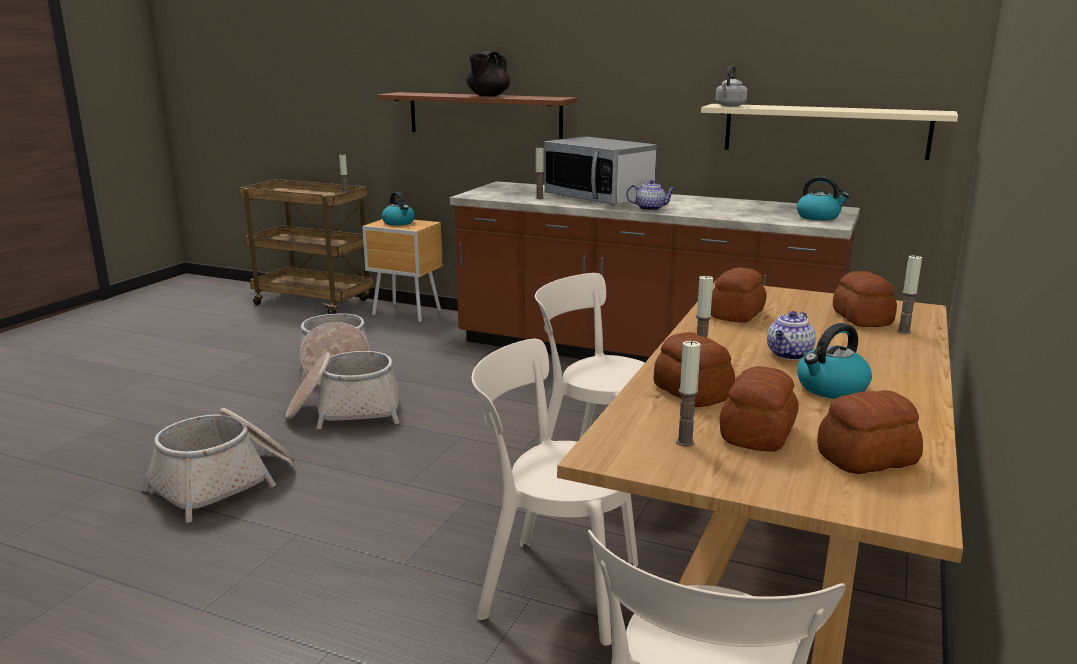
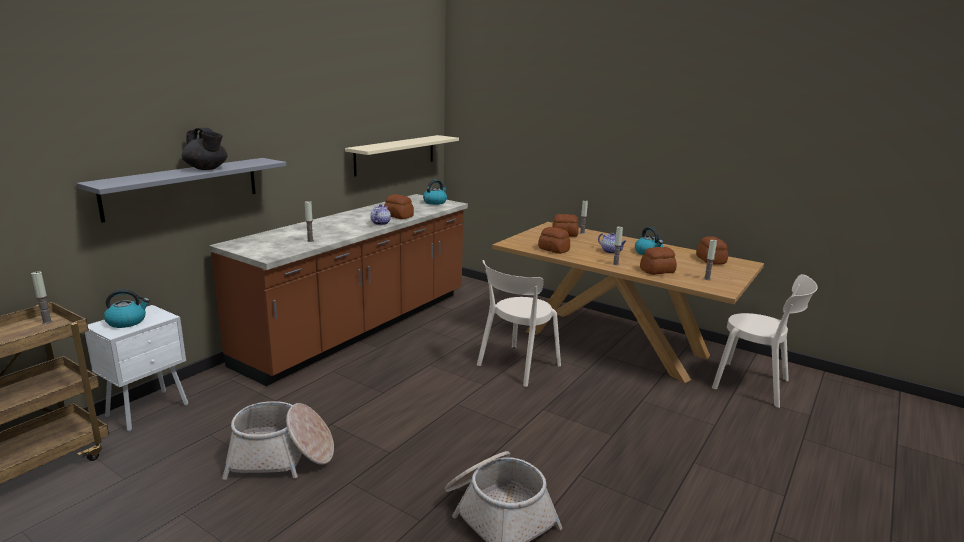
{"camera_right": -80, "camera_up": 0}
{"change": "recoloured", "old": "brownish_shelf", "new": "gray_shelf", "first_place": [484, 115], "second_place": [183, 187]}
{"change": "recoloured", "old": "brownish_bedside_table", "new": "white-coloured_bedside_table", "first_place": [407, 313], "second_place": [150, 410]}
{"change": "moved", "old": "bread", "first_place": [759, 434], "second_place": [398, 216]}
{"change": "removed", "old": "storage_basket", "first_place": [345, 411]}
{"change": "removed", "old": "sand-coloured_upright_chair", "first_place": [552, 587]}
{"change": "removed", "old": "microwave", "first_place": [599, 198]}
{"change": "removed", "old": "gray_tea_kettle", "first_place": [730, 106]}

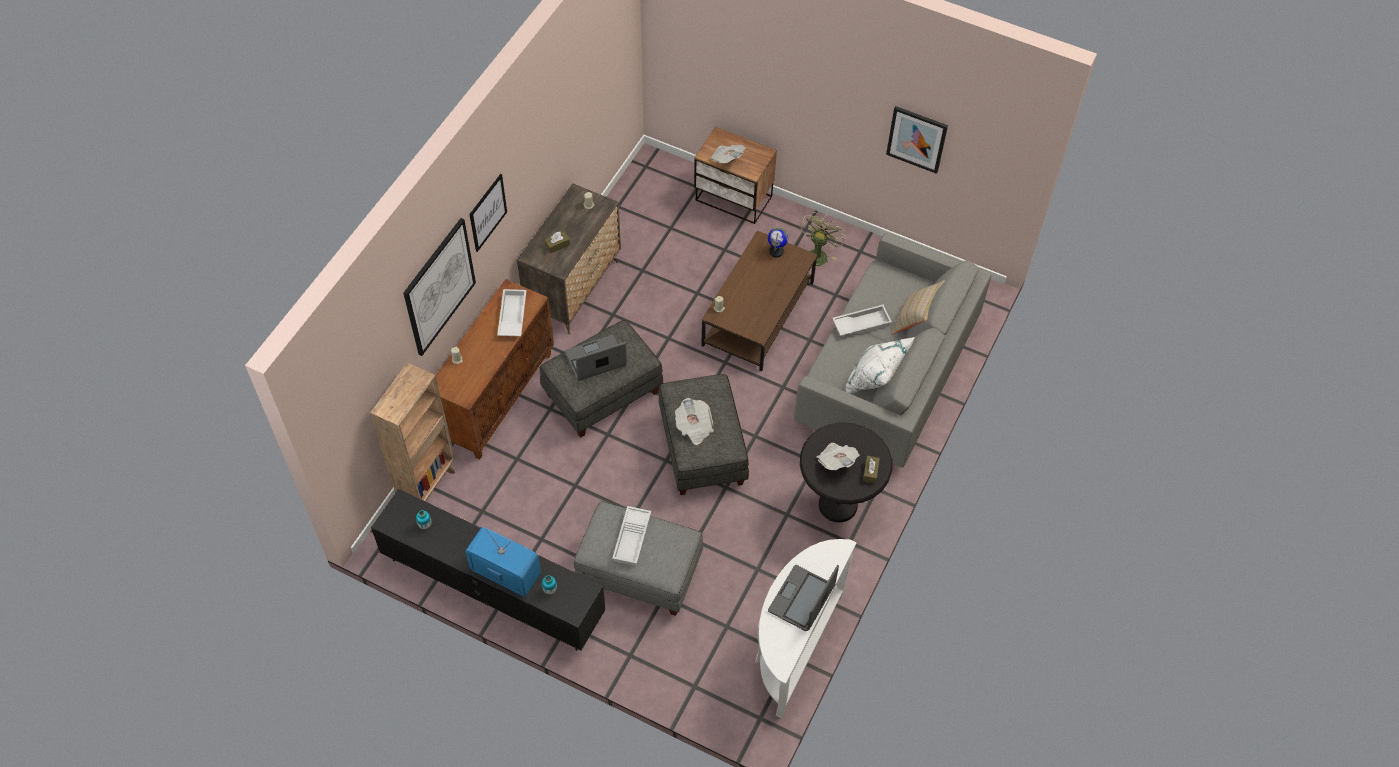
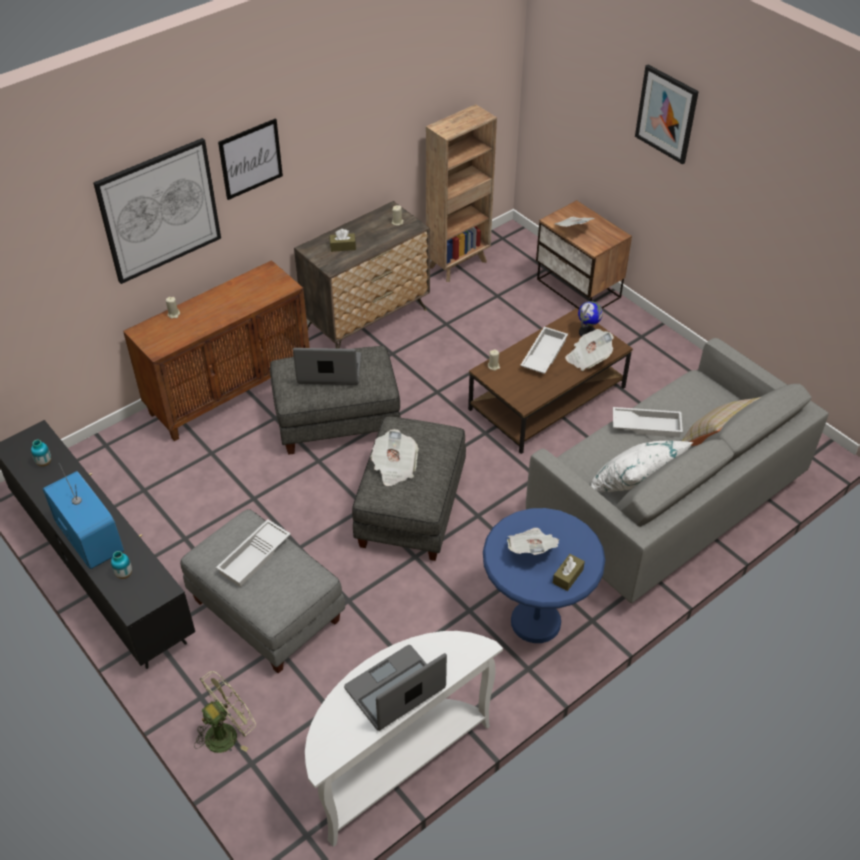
{"camera_right": 25, "camera_up": -10}
{"change": "moved", "old": "greenish_cooling_fan", "first_place": [817, 254], "second_place": [226, 732]}
{"change": "moved", "old": "brownish_bookshelf", "first_place": [428, 484], "second_place": [458, 264]}
{"change": "recoloured", "old": "black-coloured_accent_table", "new": "blue_accent_table", "first_place": [838, 505], "second_place": [535, 622]}
{"change": "moved", "old": "white-coloured_serving_tray", "first_place": [511, 316], "second_place": [543, 354]}
{"change": "added", "new": "newspaper", "second_place": [588, 358]}
{"change": "moved", "old": "picture", "first_place": [917, 139], "second_place": [666, 114]}

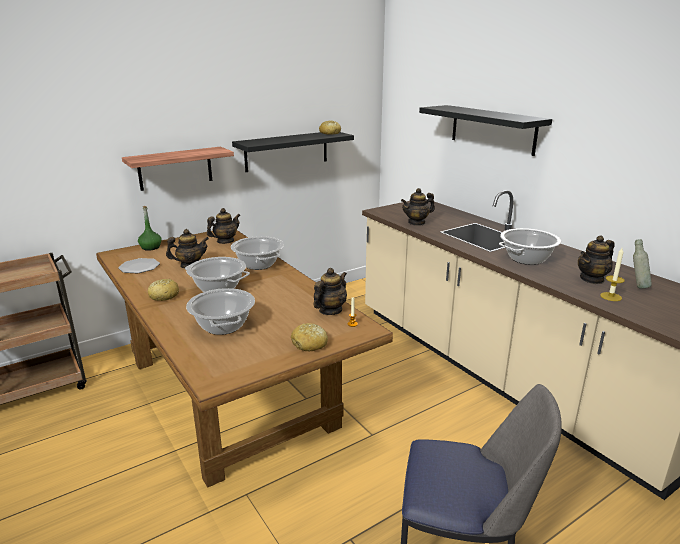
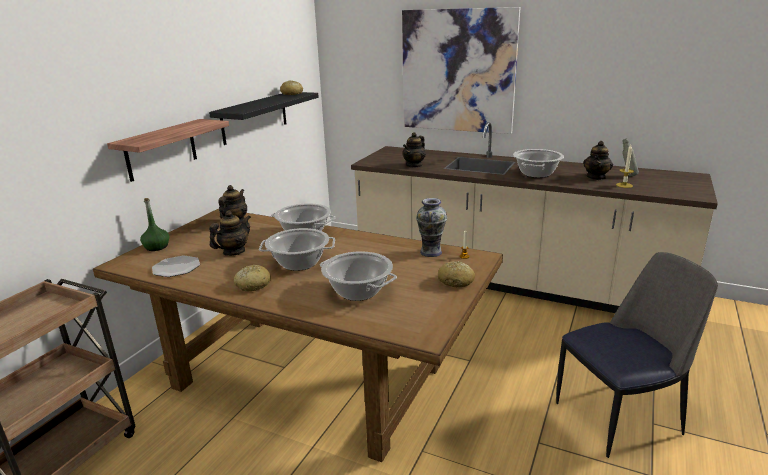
{"camera_right": -30, "camera_up": 0}
{"change": "replaced", "old": "black-coloured_shelf", "new": "picture", "first_place": [492, 129], "second_place": [458, 71]}
{"change": "replaced", "old": "tea_pot", "new": "decorative_vase", "first_place": [330, 310], "second_place": [430, 252]}

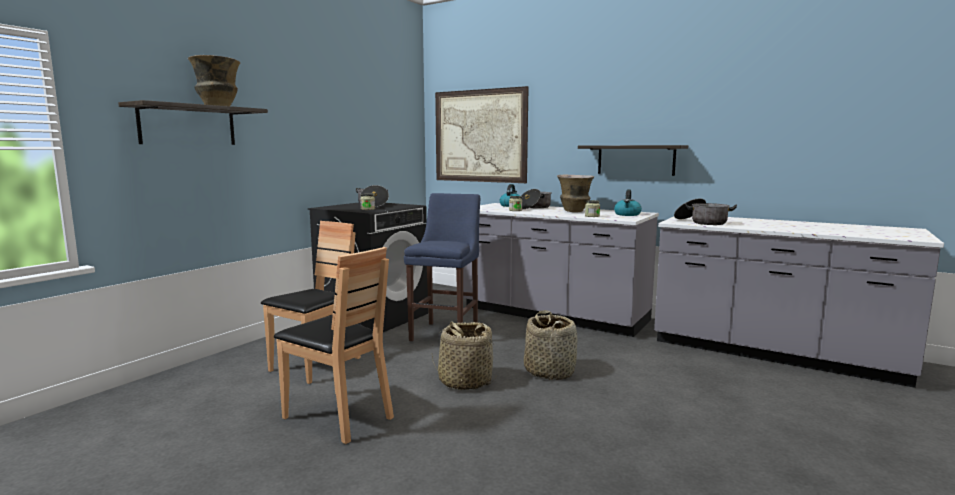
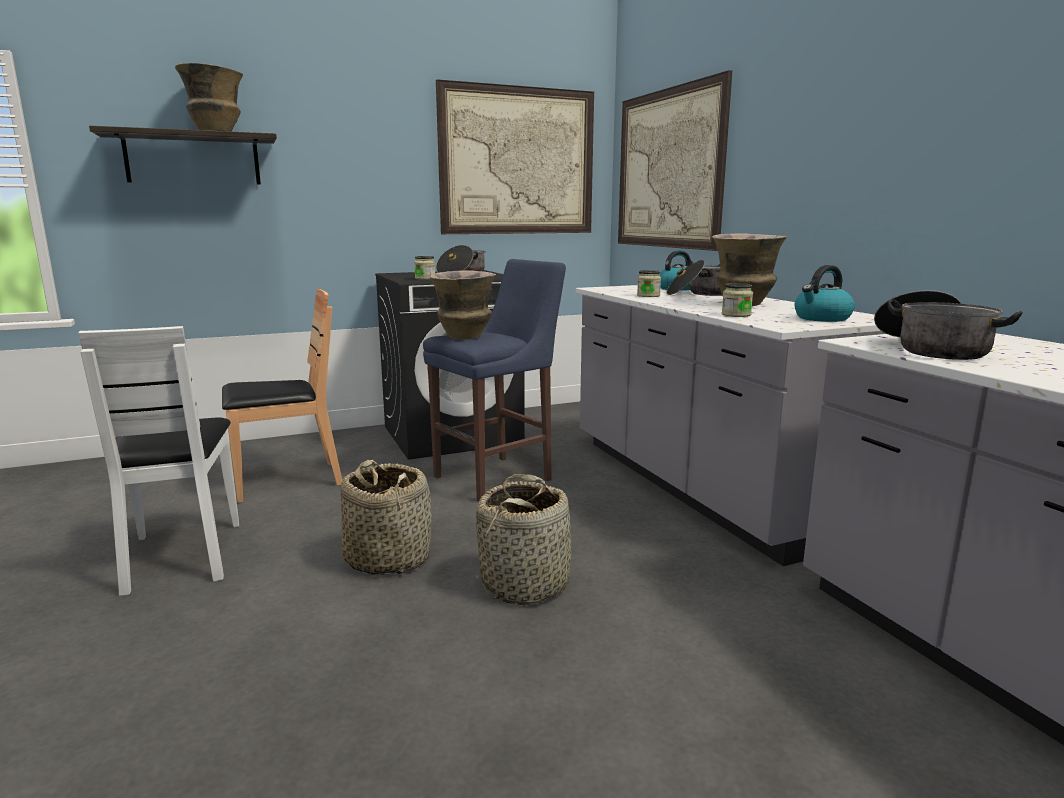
{"camera_right": 35, "camera_up": 5}
{"change": "recoloured", "old": "brownish_upright_chair", "new": "white-coloured_upright_chair", "first_place": [338, 416], "second_place": [182, 556]}
{"change": "added", "new": "decorative_vase", "second_place": [464, 337]}
{"change": "added", "new": "picture", "second_place": [518, 161]}
{"change": "removed", "old": "shelf", "first_place": [635, 160]}

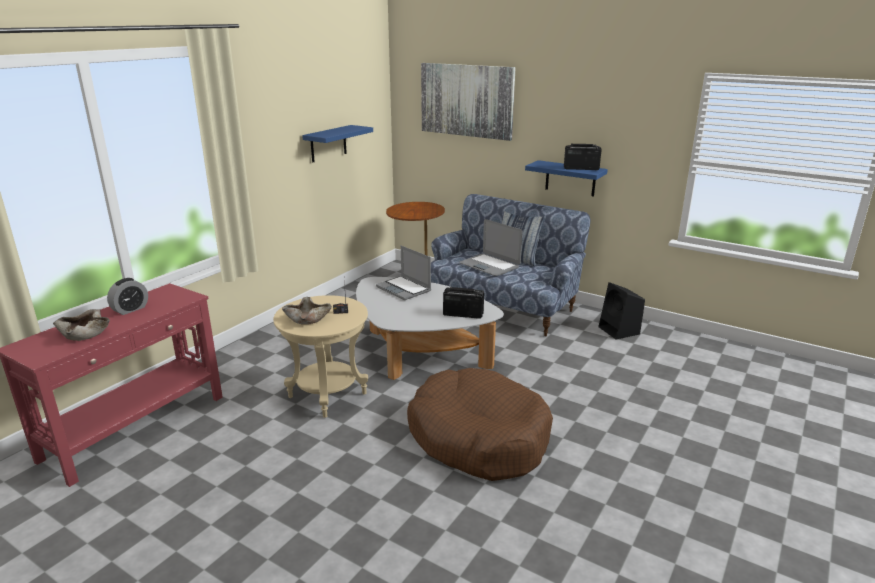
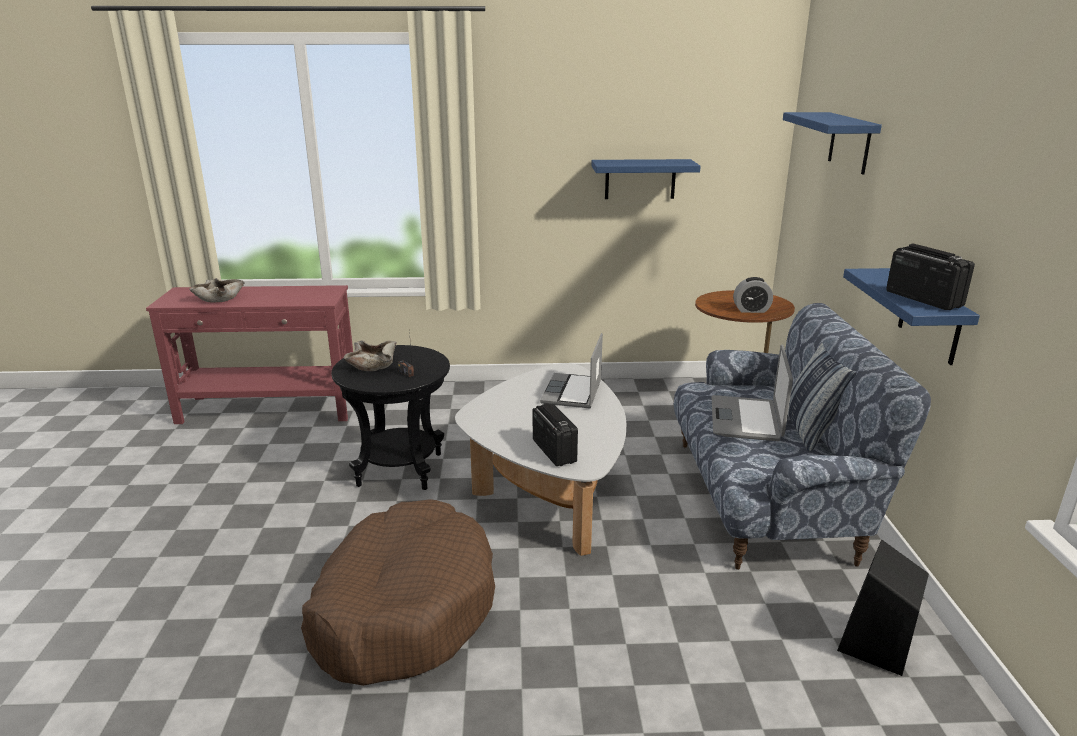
{"camera_right": 55, "camera_up": 0}
{"change": "recoloured", "old": "sand-coloured_accent_table", "new": "black-coloured_accent_table", "first_place": [327, 395], "second_place": [400, 470]}
{"change": "moved", "old": "bedside_clock", "first_place": [130, 309], "second_place": [751, 310]}
{"change": "replaced", "old": "picture", "new": "blue_shelf", "first_place": [466, 100], "second_place": [849, 142]}

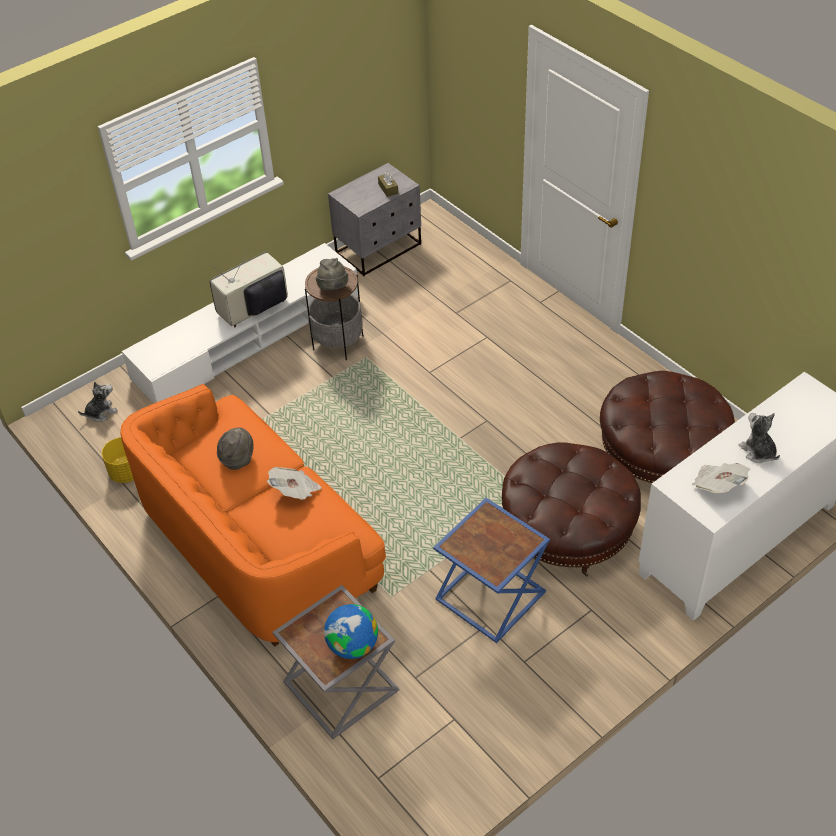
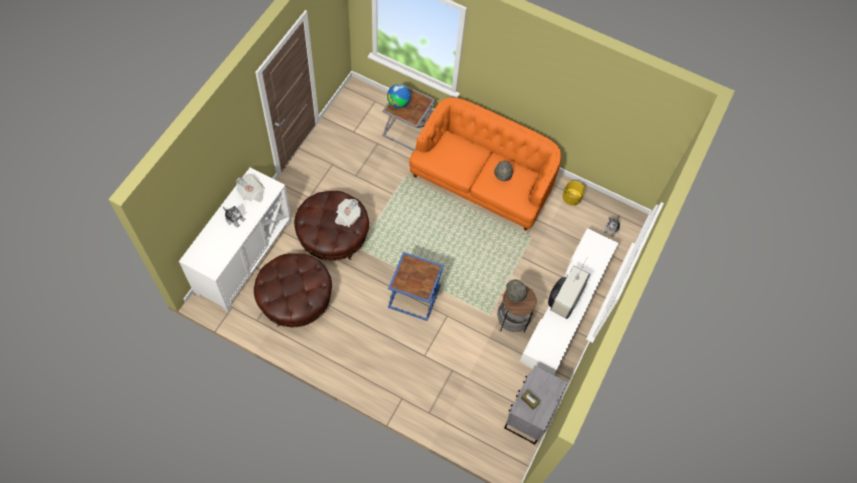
{"camera_right": 150, "camera_up": 15}
{"change": "moved", "old": "newspaper", "first_place": [295, 491], "second_place": [347, 216]}
{"change": "moved", "old": "blue_accent_table", "first_place": [492, 595], "second_place": [413, 296]}

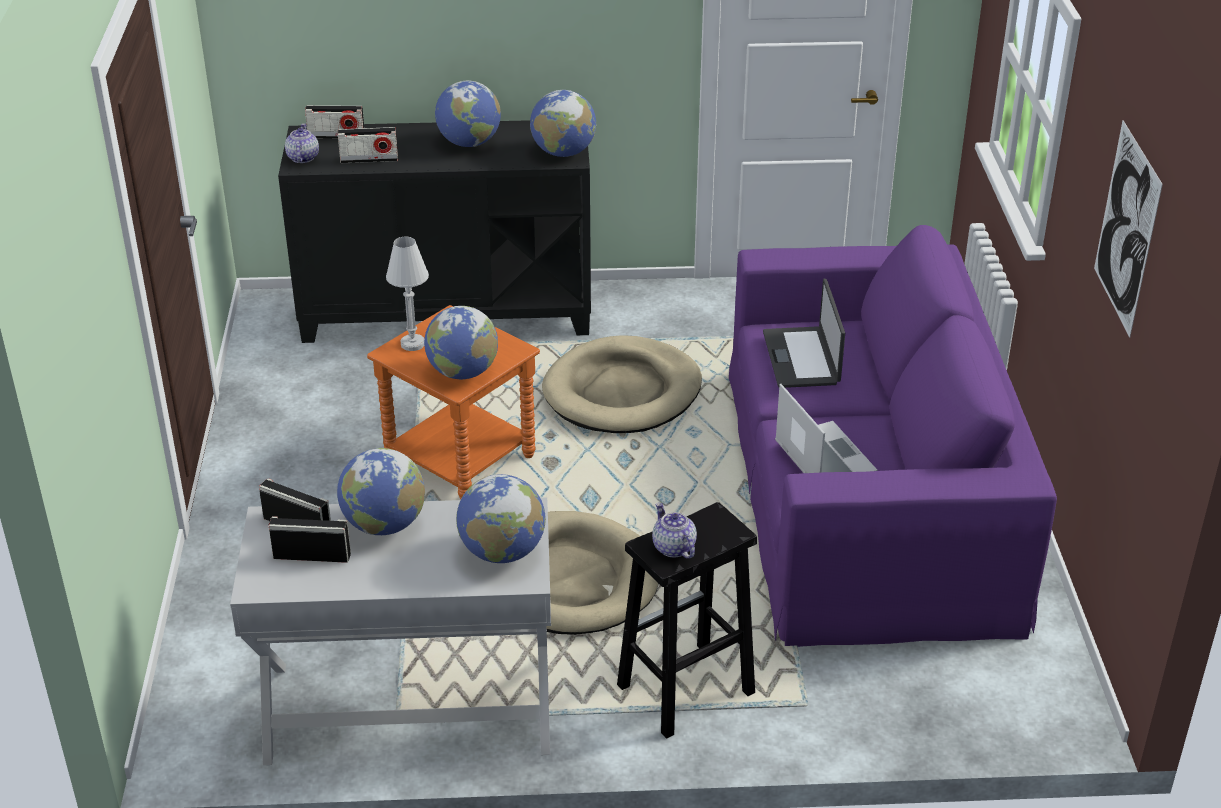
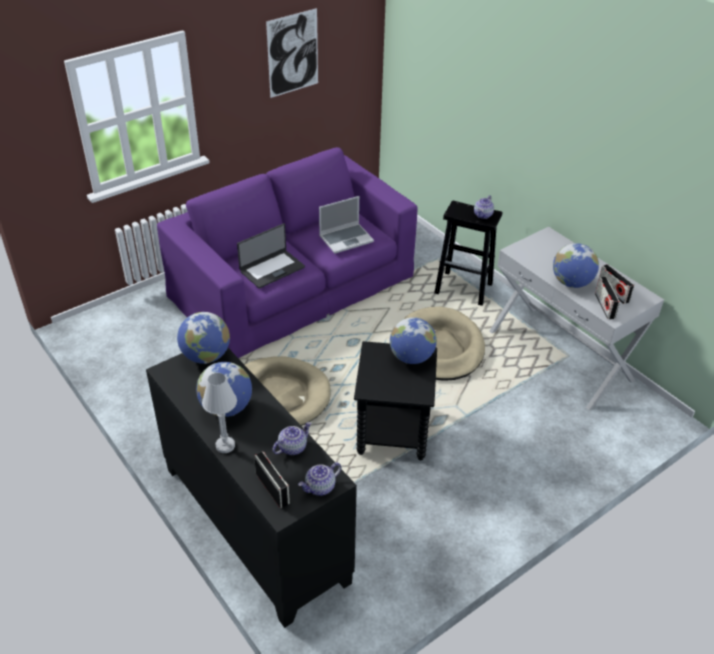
{"camera_right": -125, "camera_up": 5}
{"change": "moved", "old": "white-coloured_tabletop_lamp", "first_place": [412, 344], "second_place": [225, 445]}
{"change": "replaced", "old": "radio_set", "new": "tea_pot", "first_place": [369, 159], "second_place": [292, 447]}
{"change": "turned", "old": "laptop", "first_place": [822, 458], "second_place": [346, 239], "degrees": -150}
{"change": "recoloured", "old": "orangey_accent_table", "new": "black-coloured_accent_table", "first_place": [459, 458], "second_place": [393, 431]}
{"change": "removed", "old": "desk_globe", "first_place": [502, 552]}

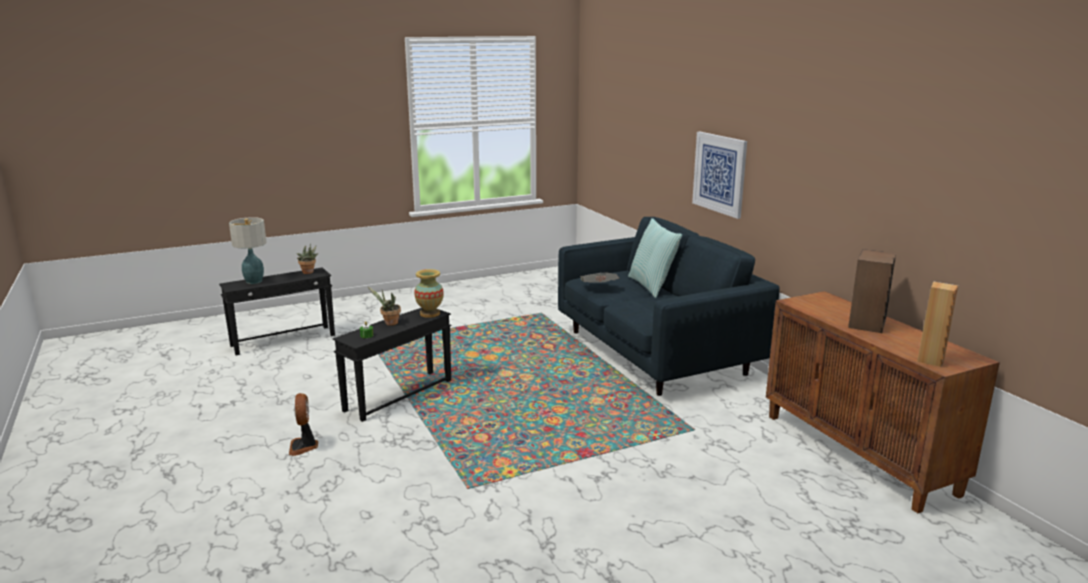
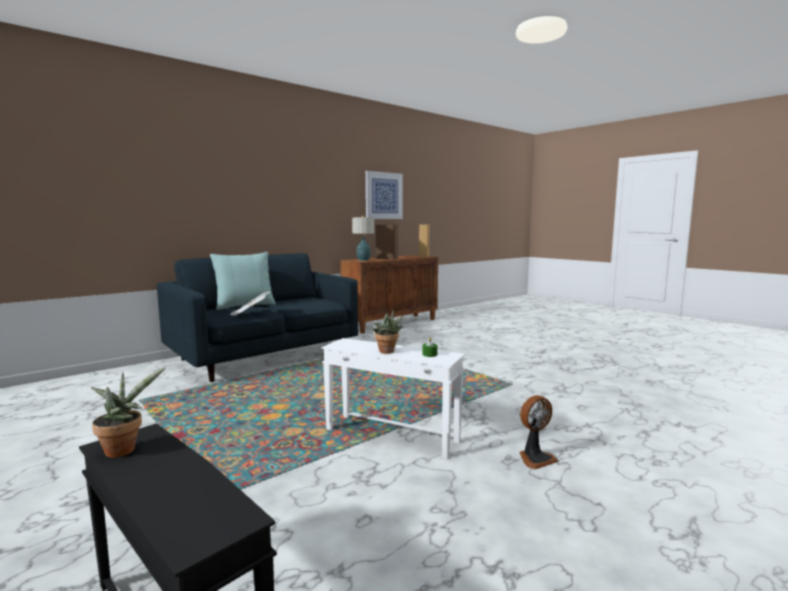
{"camera_right": -105, "camera_up": -10}
{"change": "recoloured", "old": "black-coloured_accent_table", "new": "white-coloured_accent_table", "first_place": [398, 395], "second_place": [391, 436]}
{"change": "moved", "old": "tabletop_lamp", "first_place": [254, 281], "second_place": [363, 260]}
{"change": "moved", "old": "picture", "first_place": [719, 173], "second_place": [384, 195]}
{"change": "removed", "old": "decorative_vase", "first_place": [430, 314]}

